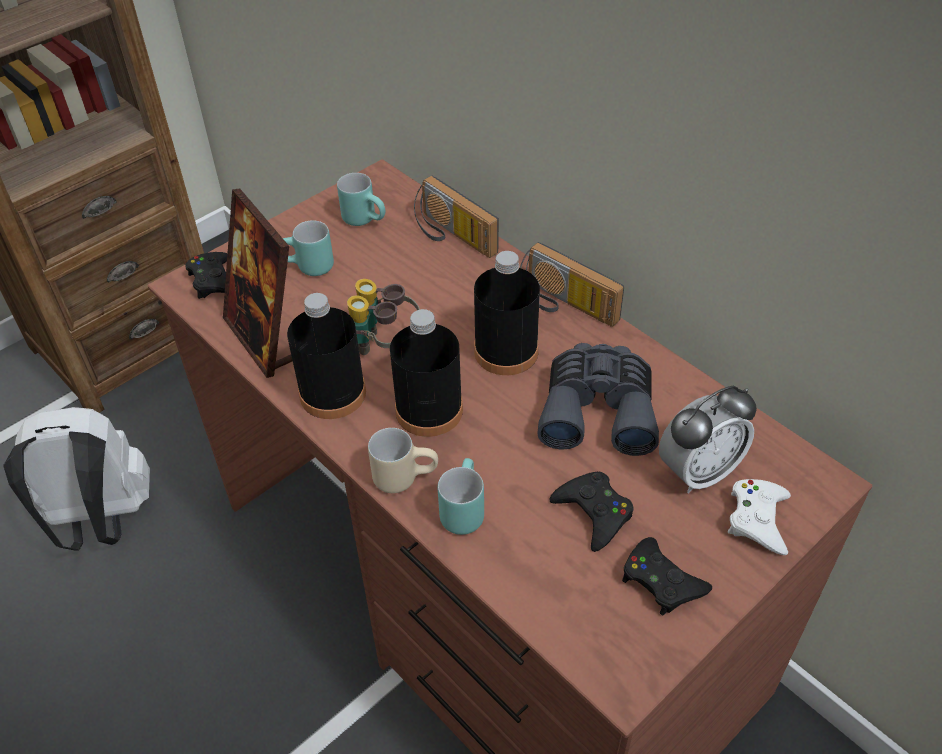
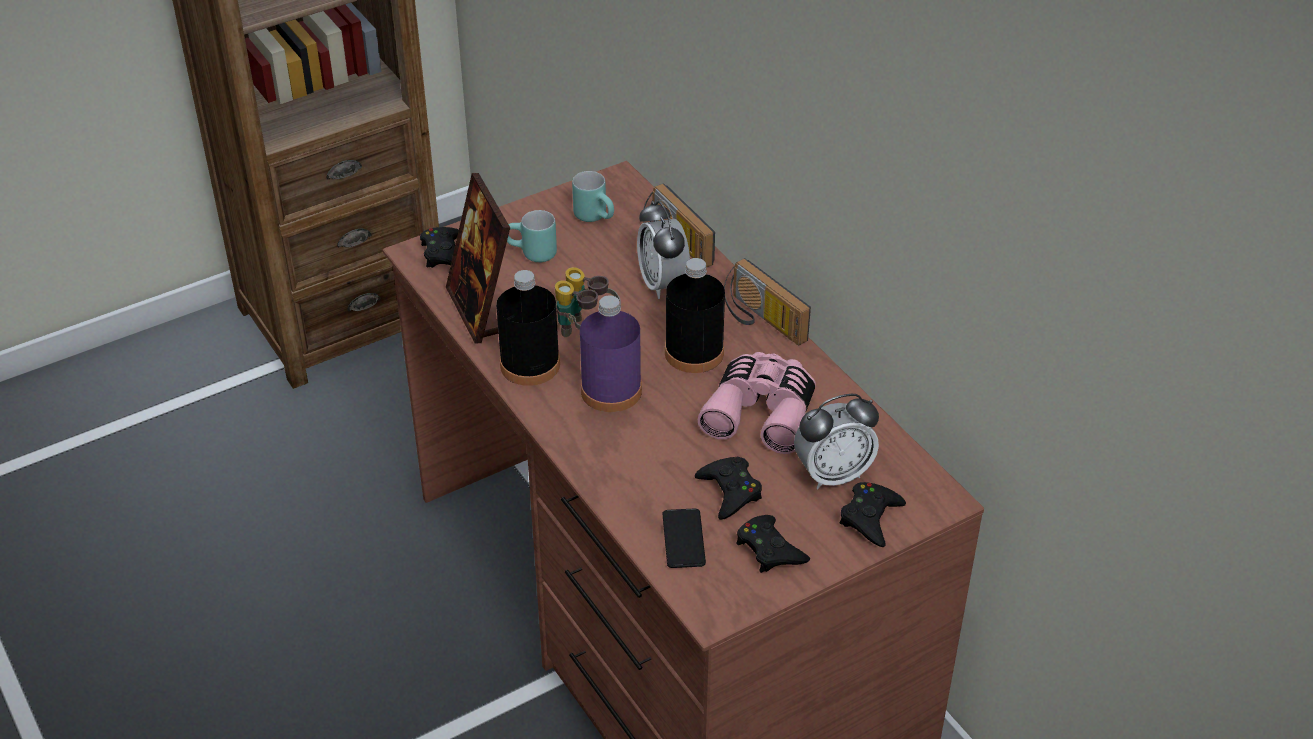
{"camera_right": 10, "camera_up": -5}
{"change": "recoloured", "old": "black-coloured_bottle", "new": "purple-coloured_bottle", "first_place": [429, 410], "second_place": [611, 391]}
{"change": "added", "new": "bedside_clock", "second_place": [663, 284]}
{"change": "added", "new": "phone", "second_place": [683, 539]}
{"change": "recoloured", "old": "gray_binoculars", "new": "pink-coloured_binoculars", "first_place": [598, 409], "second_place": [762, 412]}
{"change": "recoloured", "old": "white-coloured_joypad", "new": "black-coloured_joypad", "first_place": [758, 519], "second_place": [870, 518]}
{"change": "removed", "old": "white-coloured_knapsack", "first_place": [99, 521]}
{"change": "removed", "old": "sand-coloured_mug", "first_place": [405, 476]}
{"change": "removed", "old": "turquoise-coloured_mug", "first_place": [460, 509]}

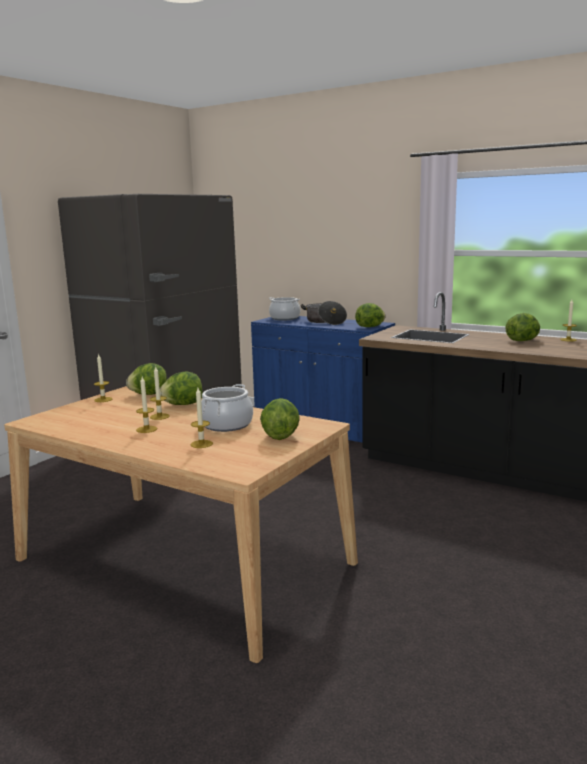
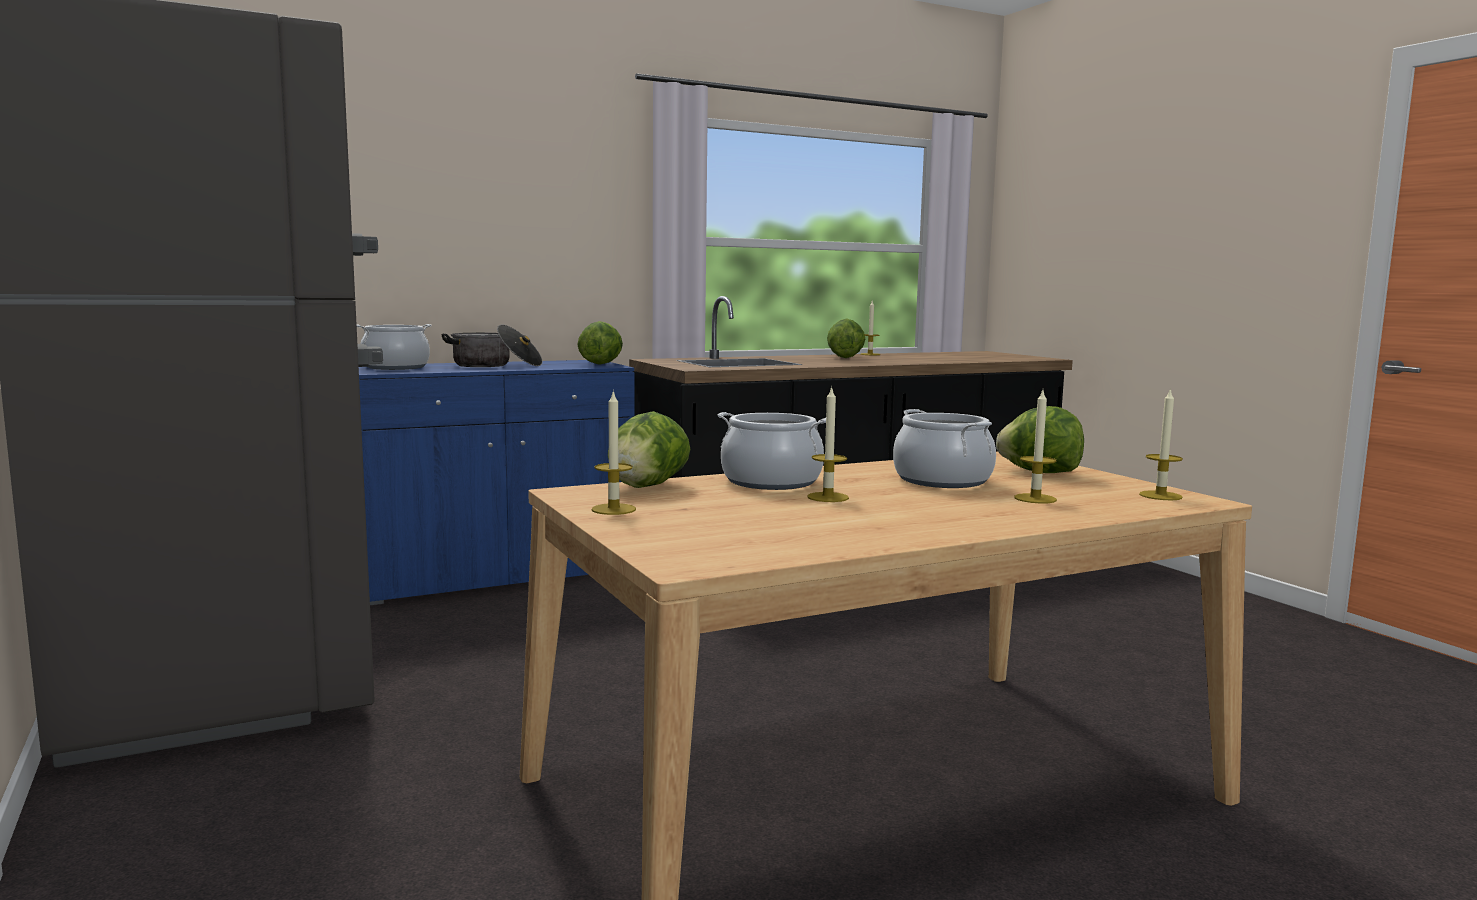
{"camera_right": -60, "camera_up": -5}
{"change": "replaced", "old": "lettuce", "new": "cooking_pot", "first_place": [183, 405], "second_place": [771, 481]}
{"change": "moved", "old": "wax_candle", "first_place": [146, 429], "second_place": [1160, 496]}

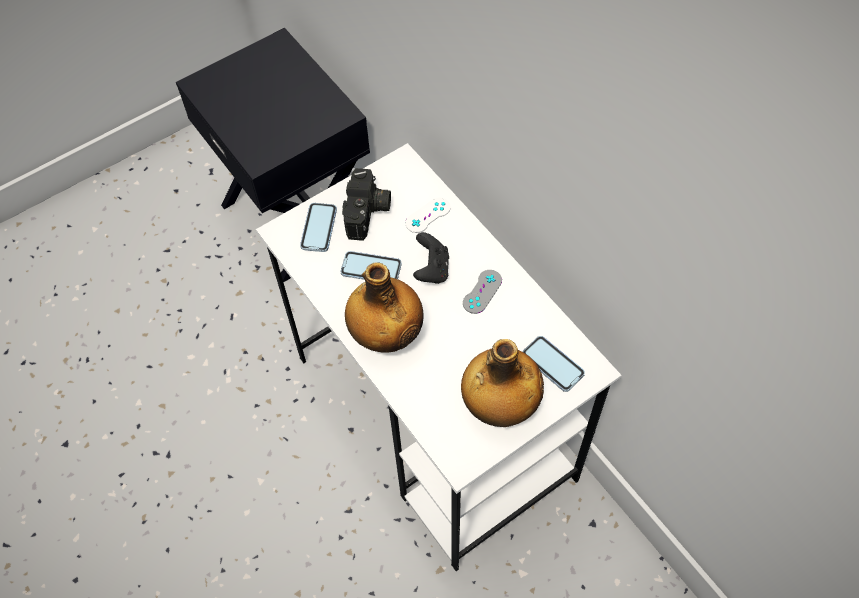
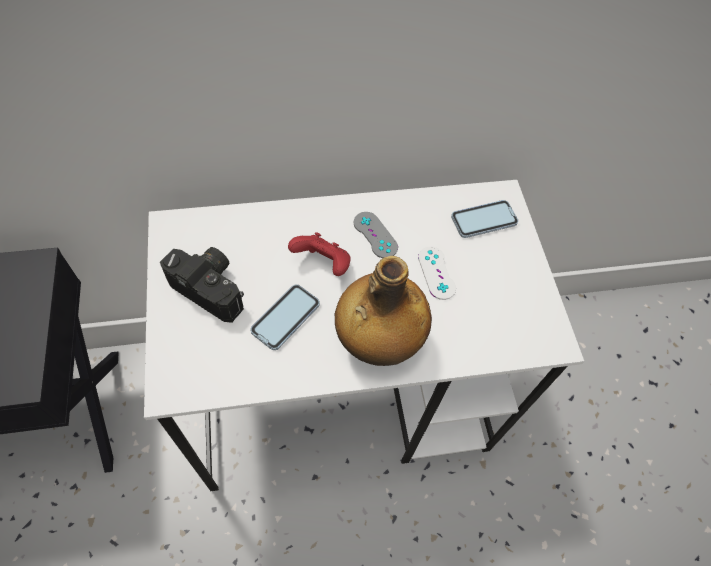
{"camera_right": -70, "camera_up": 0}
{"change": "recoloured", "old": "black-coloured_joypad", "new": "red-coloured_joypad", "first_place": [432, 269], "second_place": [323, 264]}
{"change": "moved", "old": "white-coloured_joypad", "first_place": [428, 215], "second_place": [436, 273]}
{"change": "removed", "old": "phone", "first_place": [319, 228]}
{"change": "removed", "old": "bottle", "first_place": [499, 405]}

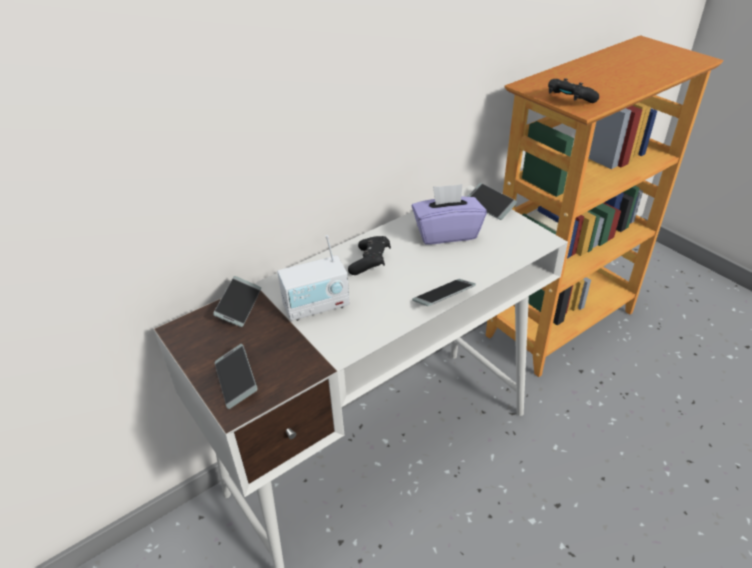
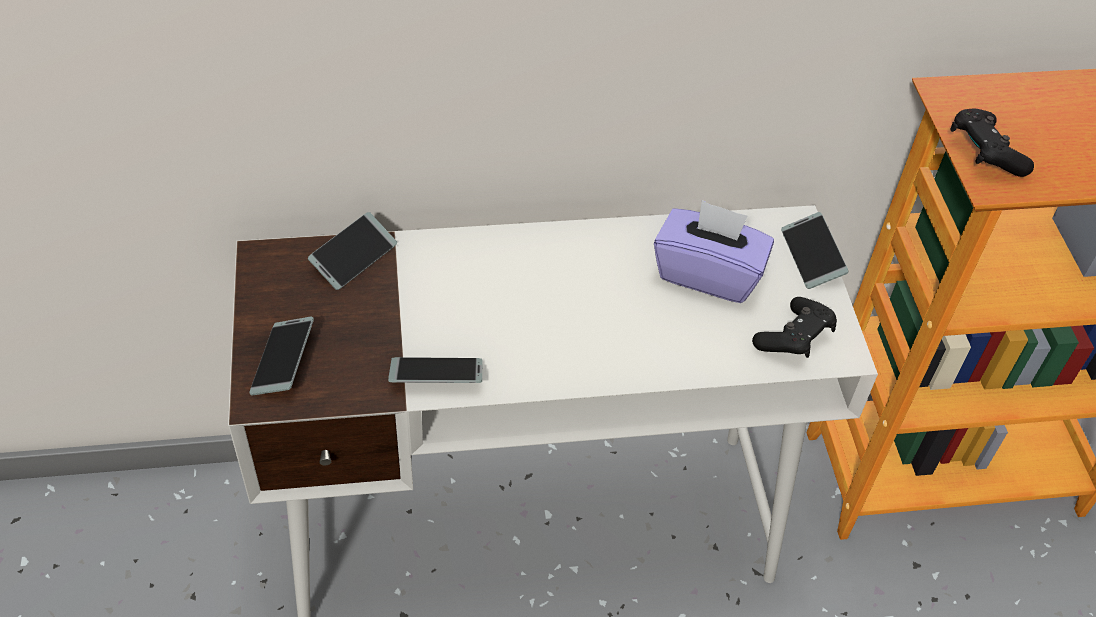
{"camera_right": 25, "camera_up": 10}
{"change": "moved", "old": "phone", "first_place": [443, 297], "second_place": [436, 376]}
{"change": "moved", "old": "black-coloured_joypad", "first_place": [370, 263], "second_place": [794, 339]}
{"change": "removed", "old": "radio_set", "first_place": [316, 306]}

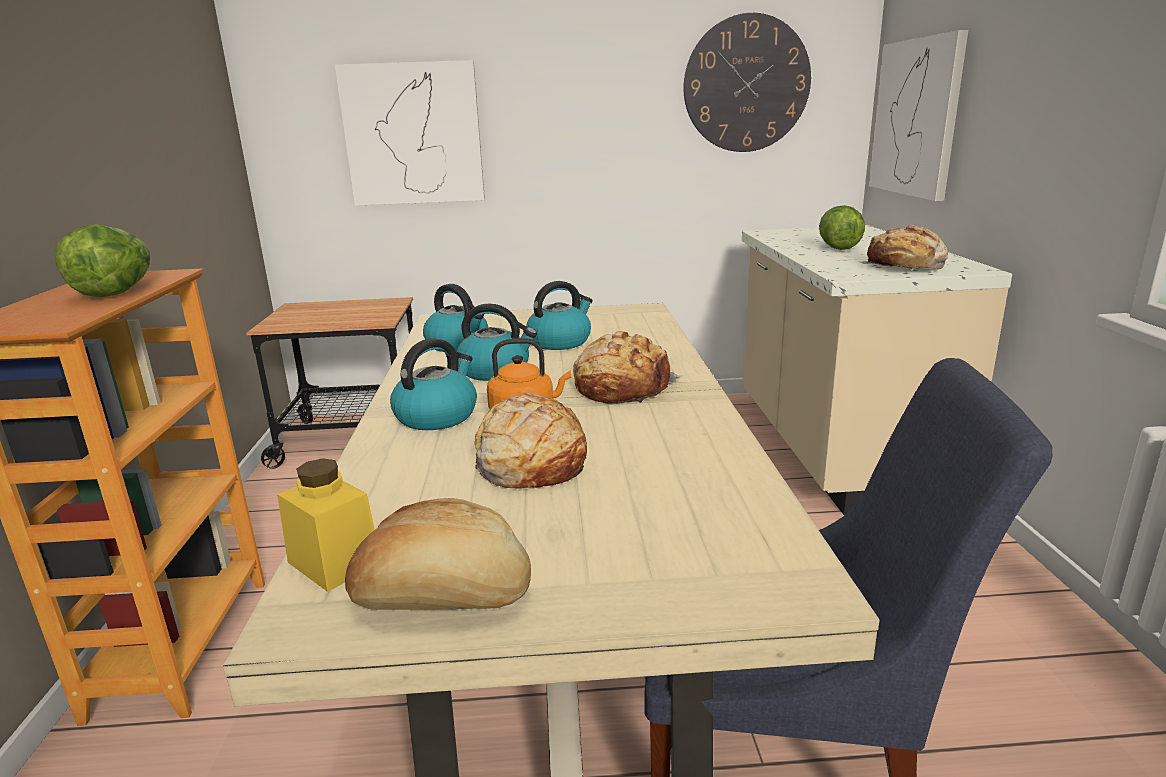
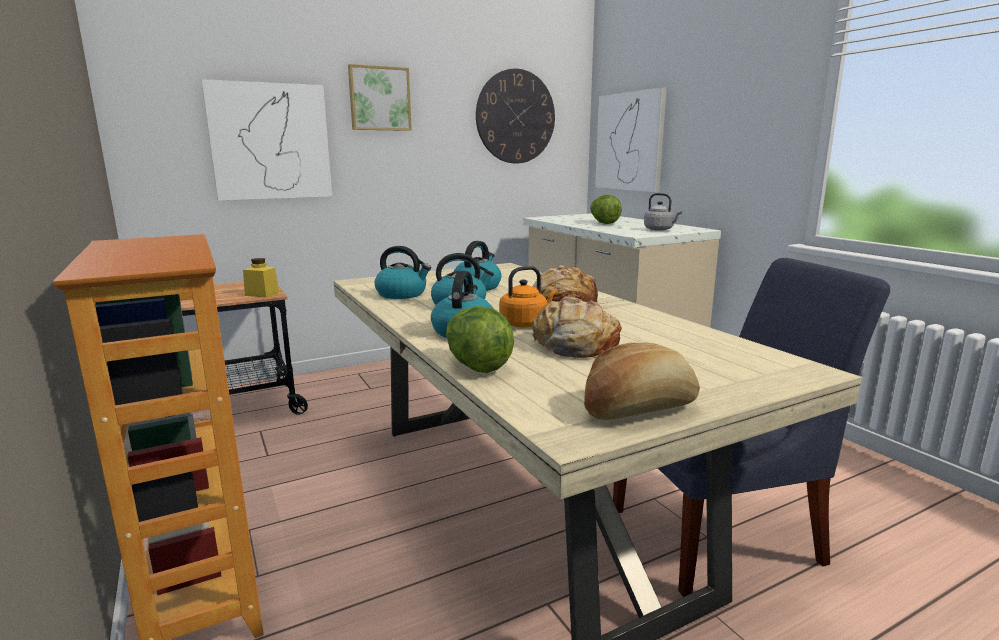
{"camera_right": -25, "camera_up": -5}
{"change": "moved", "old": "yellowish_preserve_jar", "first_place": [334, 562], "second_place": [262, 294]}
{"change": "added", "new": "picture", "second_place": [379, 99]}
{"change": "moved", "old": "lettuce", "first_place": [117, 292], "second_place": [477, 366]}
{"change": "replaced", "old": "bread", "new": "gray_tea_kettle", "first_place": [904, 266], "second_place": [660, 229]}

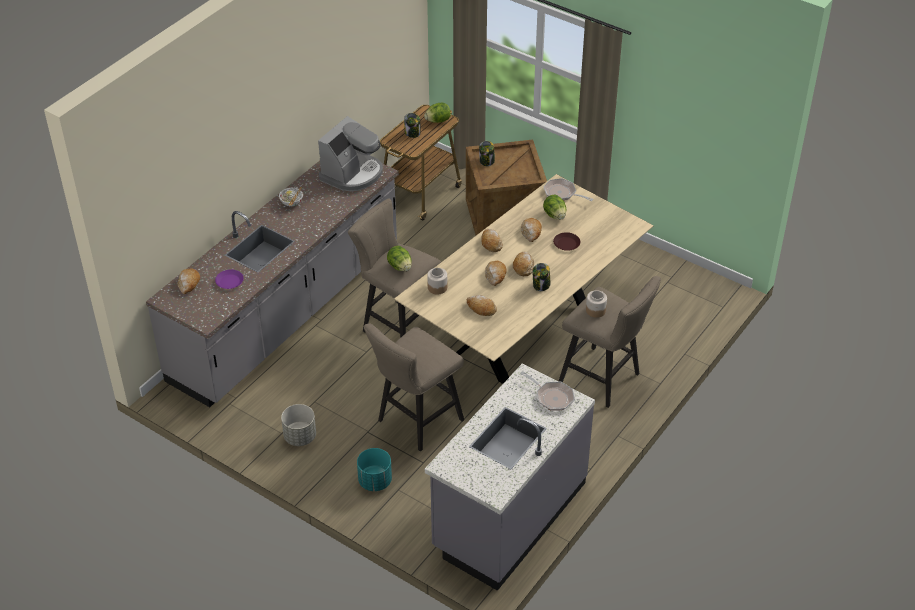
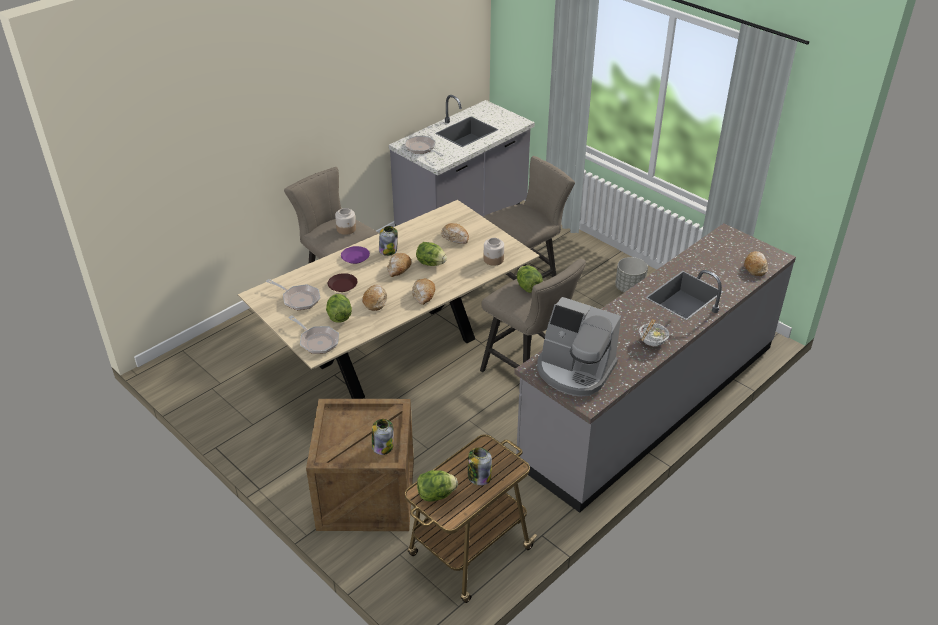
{"camera_right": -170, "camera_up": -5}
{"change": "added", "new": "skillet", "second_place": [298, 299]}
{"change": "moved", "old": "purple-coloured_dinner_plate", "first_place": [229, 281], "second_place": [355, 257]}
{"change": "replaced", "old": "bread", "new": "lettuce", "first_place": [495, 276], "second_place": [431, 263]}
{"change": "turned", "old": "coffee_brewer", "first_place": [352, 174], "second_place": [574, 370], "degrees": -105}
{"change": "removed", "old": "turquoise-coloured_plant_pot", "first_place": [375, 481]}

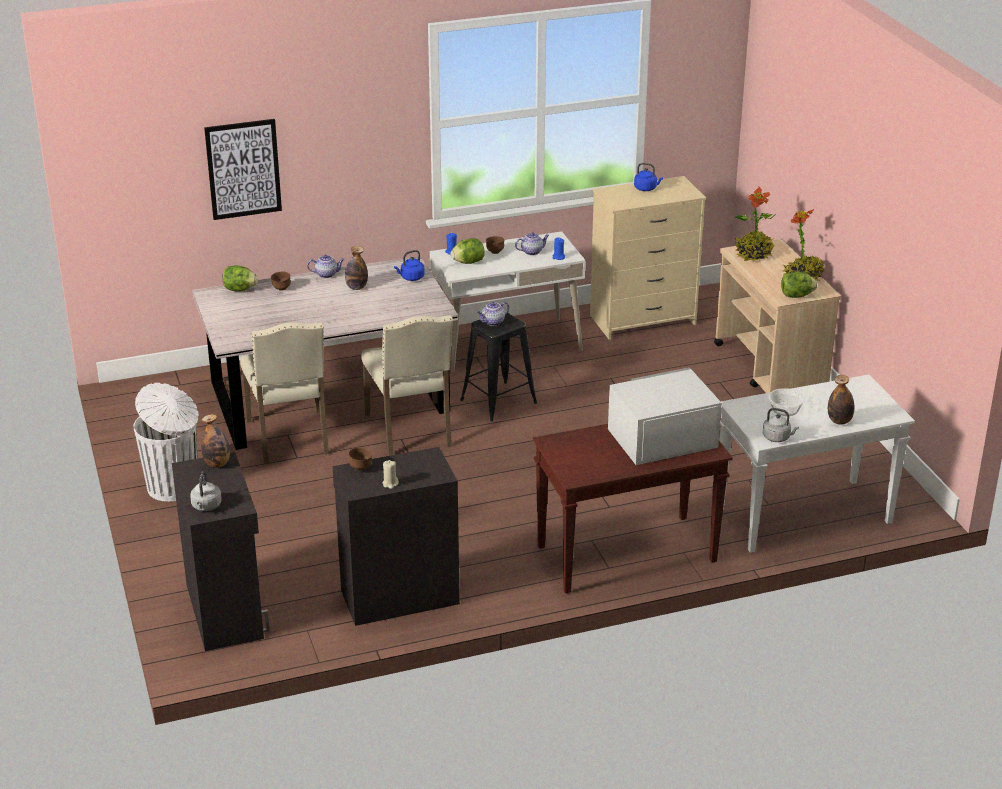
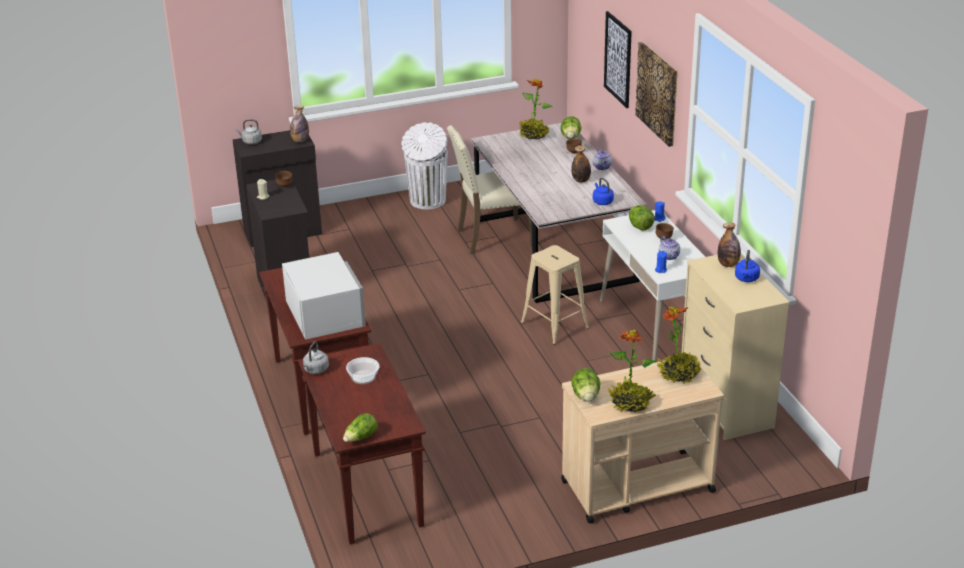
{"camera_right": 90, "camera_up": 0}
{"change": "recoloured", "old": "white-coloured_narrow_table", "new": "brownish_narrow_table", "first_place": [802, 517], "second_place": [366, 489]}
{"change": "added", "new": "lettuce", "second_place": [361, 438]}
{"change": "added", "new": "potted_plant", "second_place": [534, 135]}
{"change": "recoloured", "old": "black-coloured_sitting_stool", "new": "sand-coloured_sitting_stool", "first_place": [499, 401], "second_place": [555, 326]}
{"change": "added", "new": "picture", "second_place": [657, 93]}
{"change": "moved", "old": "bottle", "first_place": [839, 421], "second_place": [728, 264]}
{"change": "removed", "old": "sand-coloured_upright_chair", "first_place": [411, 431]}
{"change": "removed", "old": "tea_pot", "first_place": [493, 322]}

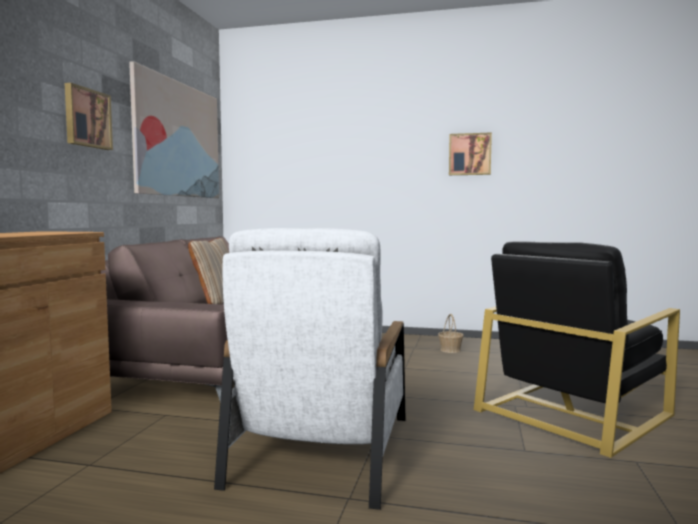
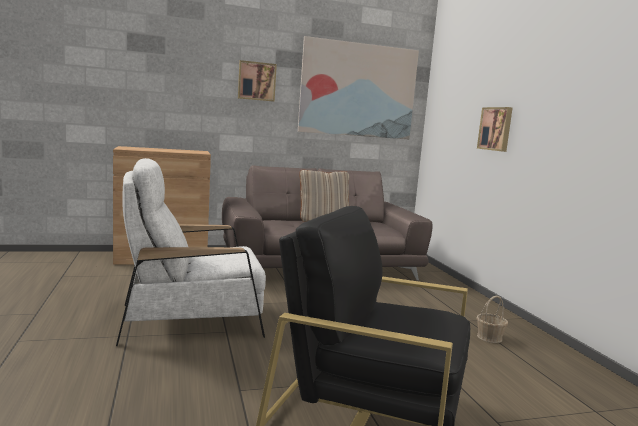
{"camera_right": 60, "camera_up": 5}
{"change": "moved", "old": "picture", "first_place": [469, 154], "second_place": [496, 129]}

